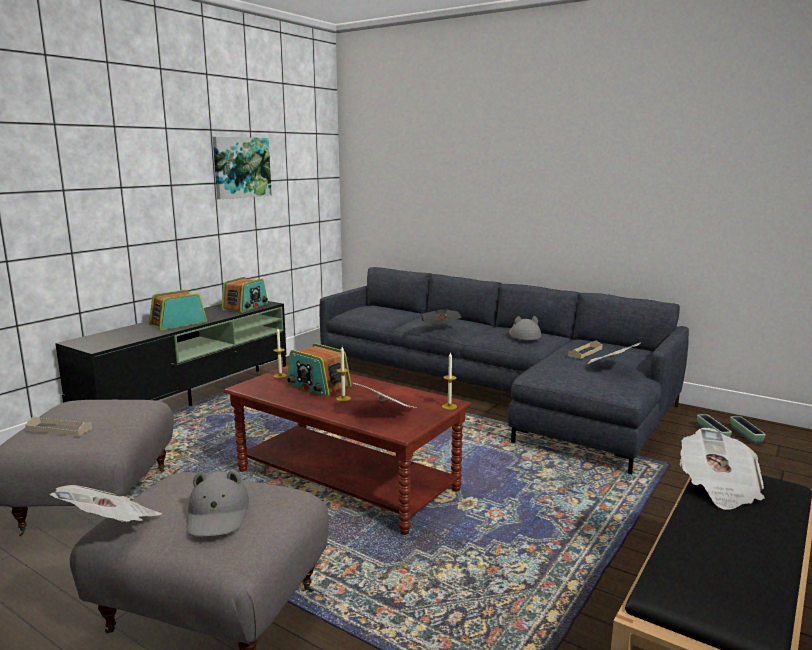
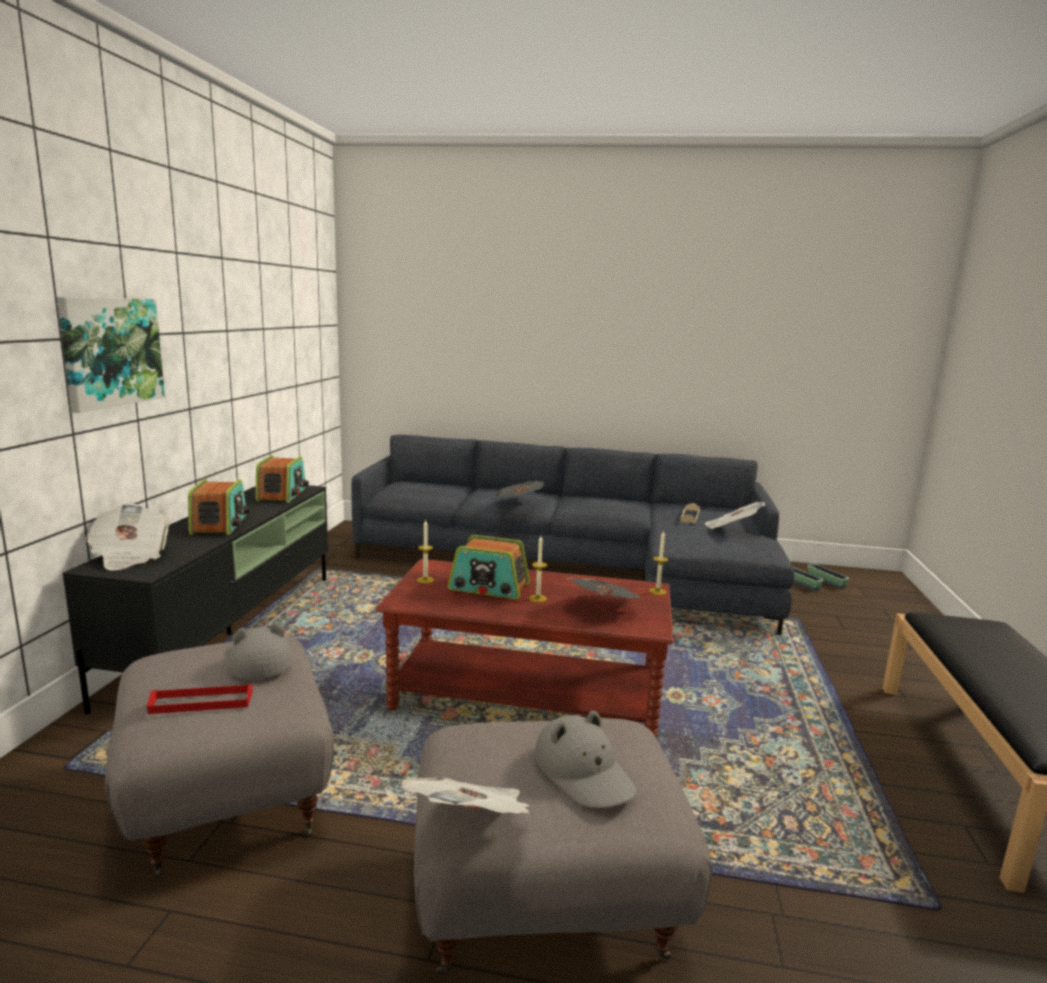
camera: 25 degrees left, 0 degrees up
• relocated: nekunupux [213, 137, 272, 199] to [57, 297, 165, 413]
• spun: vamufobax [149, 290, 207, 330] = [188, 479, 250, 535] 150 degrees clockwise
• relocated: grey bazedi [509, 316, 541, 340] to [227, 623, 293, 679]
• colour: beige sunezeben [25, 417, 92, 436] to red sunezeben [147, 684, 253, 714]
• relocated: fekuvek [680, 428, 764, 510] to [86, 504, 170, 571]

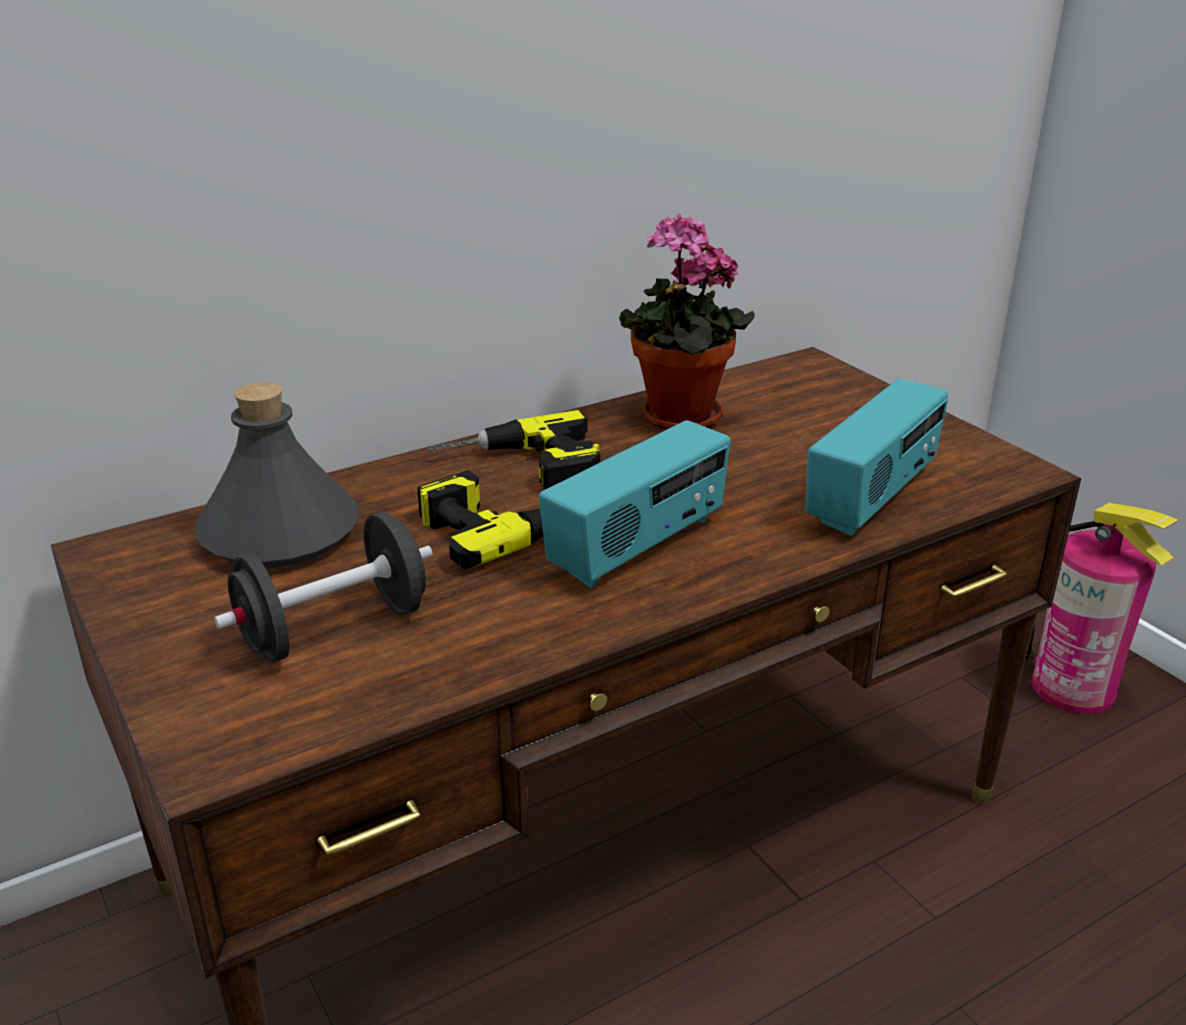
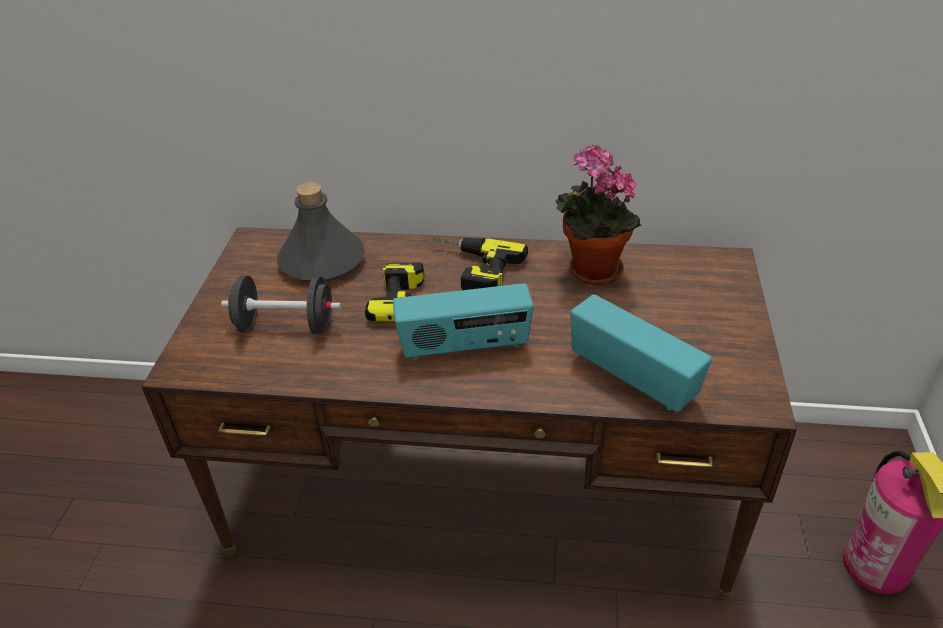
camera: 40 degrees right, 10 degrees up
• spun: vamufobax [805, 379, 948, 536] = [570, 294, 712, 412] 120 degrees counterclockwise

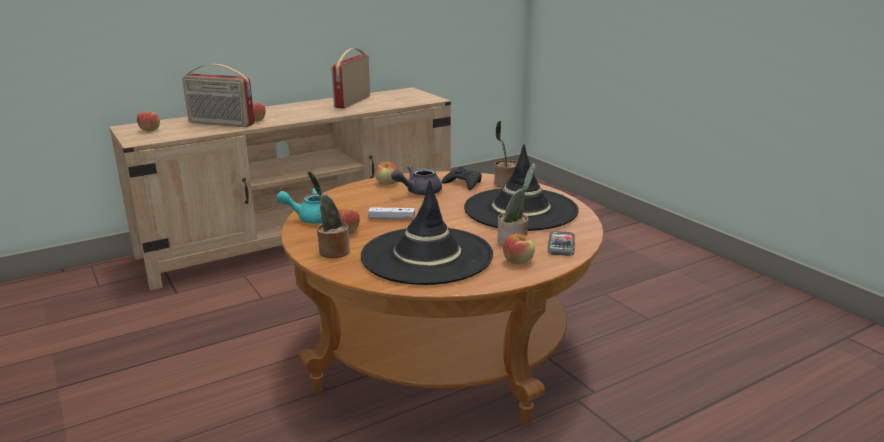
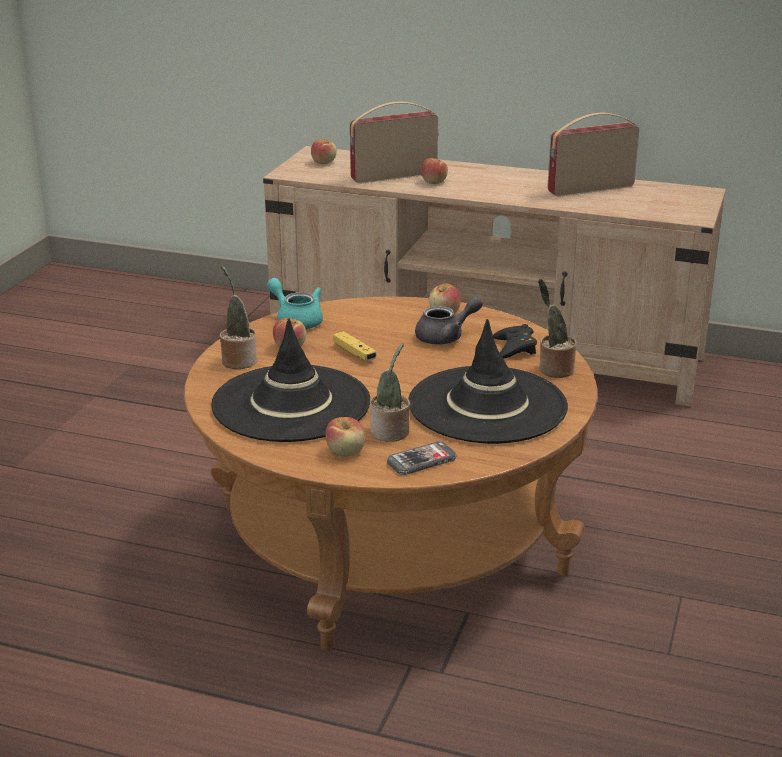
camera: 50 degrees right, 5 degrees up
• spun: vamufobax [182, 64, 255, 127] = [350, 102, 439, 184] 90 degrees clockwise
• spun: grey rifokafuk [391, 166, 442, 195] = [415, 296, 483, 345] 135 degrees clockwise
• colour: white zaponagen [368, 207, 415, 220] to yellow zaponagen [333, 331, 377, 361]

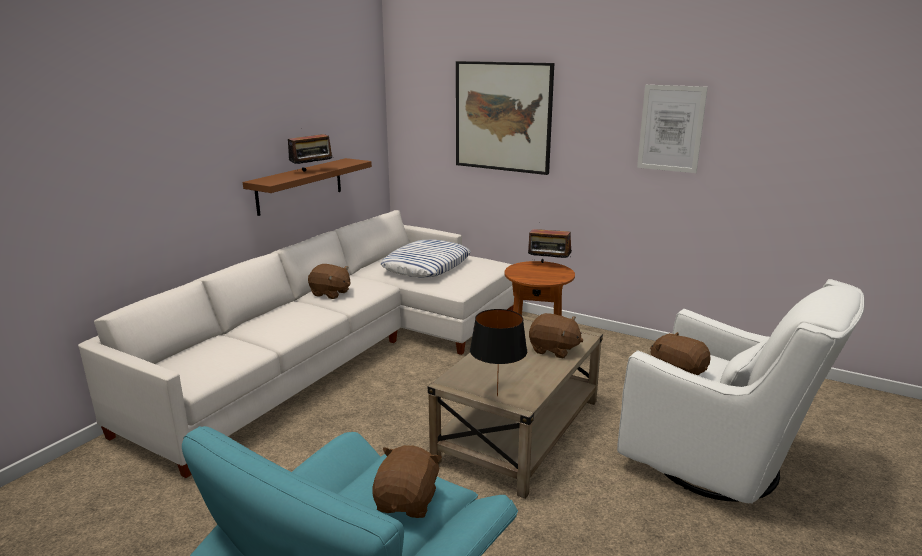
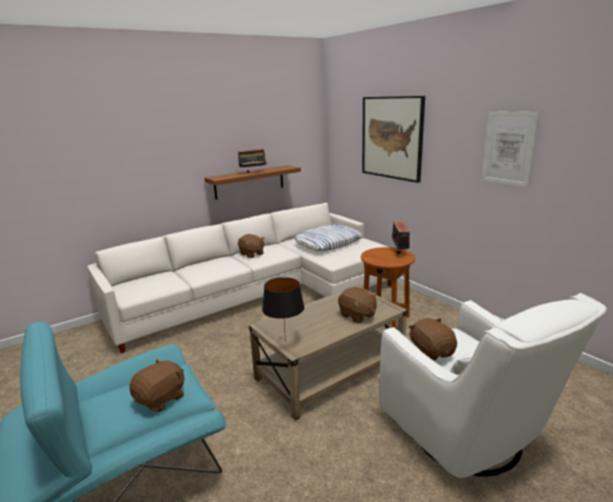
camera: 25 degrees right, 0 degrees up
• spun: vamufobax [528, 222, 572, 263] = [392, 221, 415, 254] 135 degrees counterclockwise

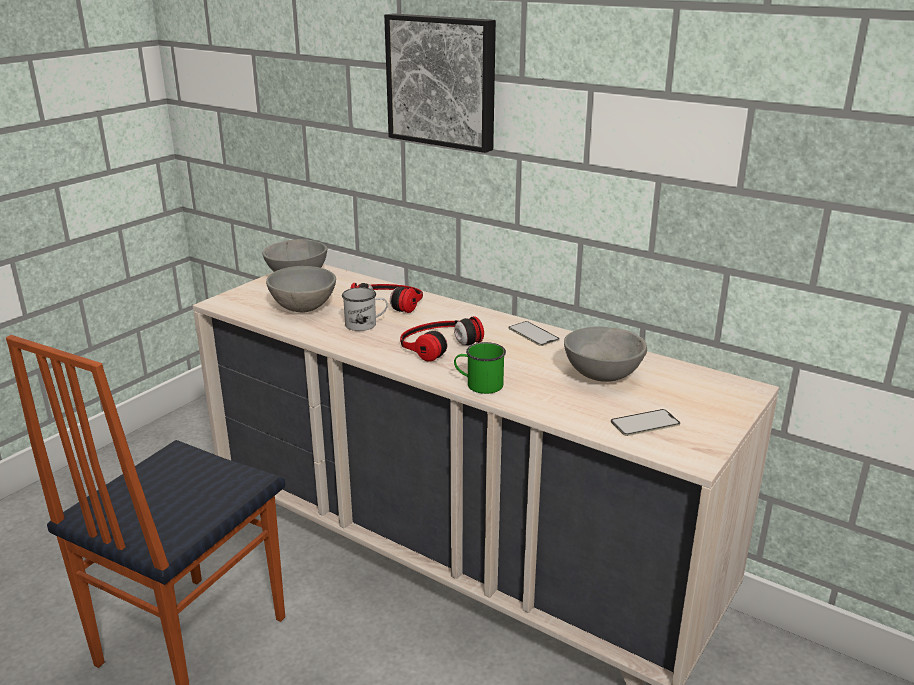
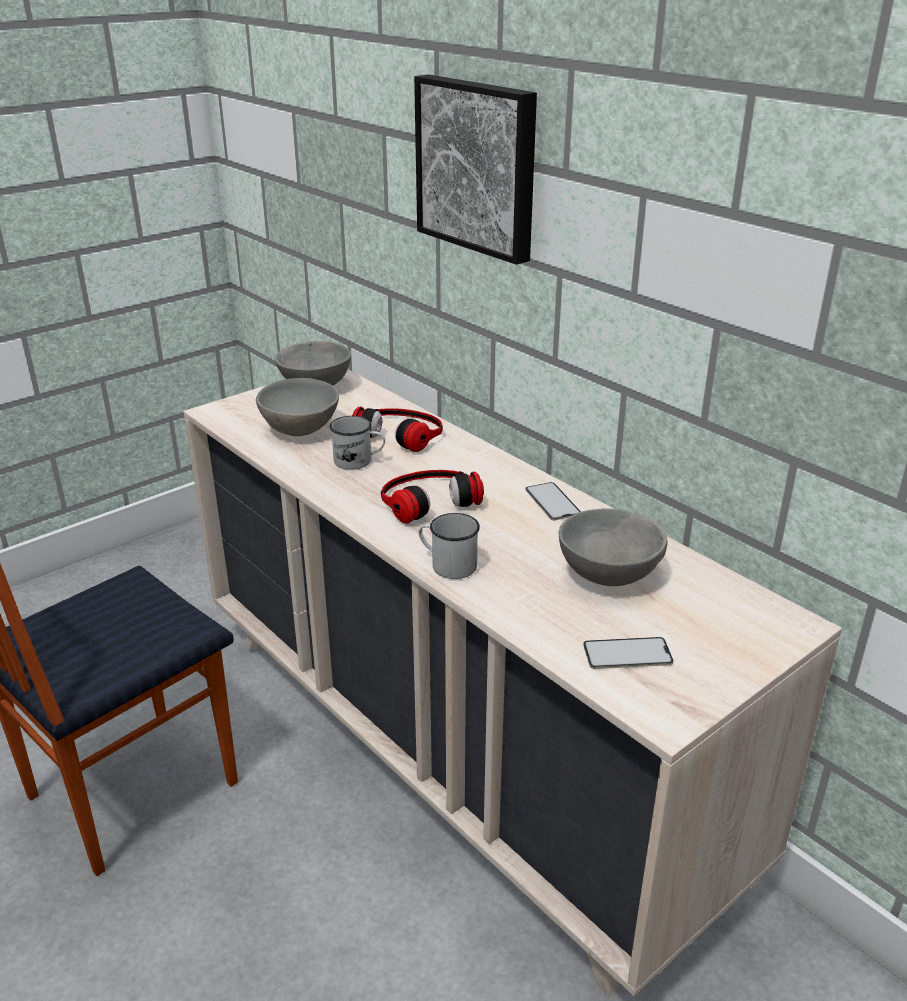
camera: 15 degrees right, 5 degrees up
• colour: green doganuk [454, 342, 506, 394] to white doganuk [419, 513, 480, 579]

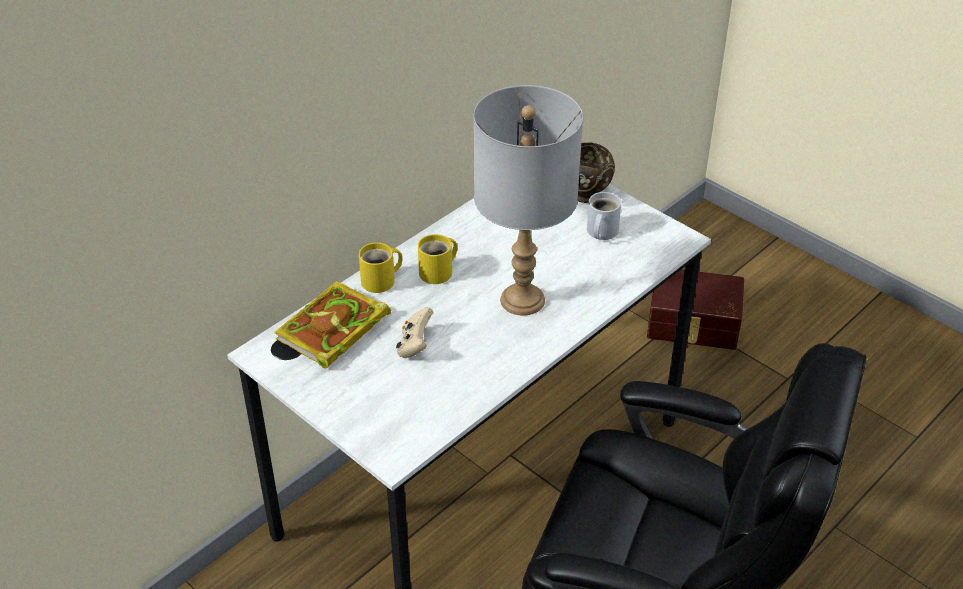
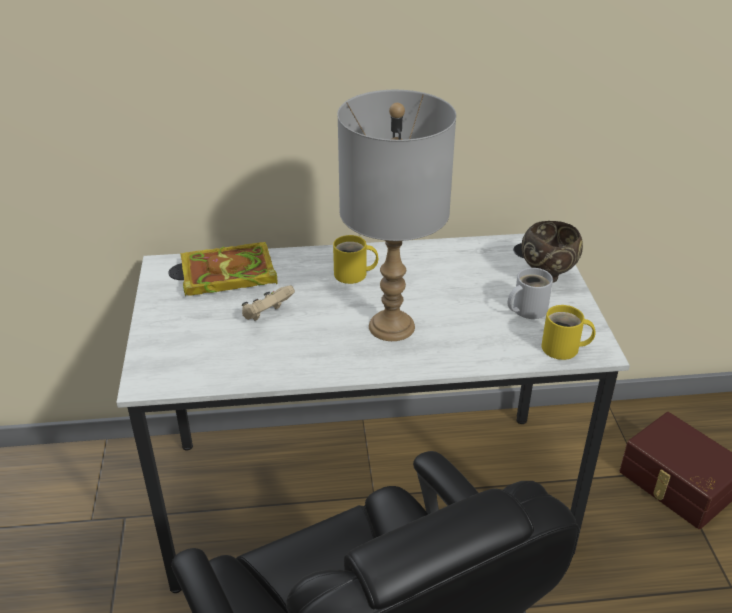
camera: 40 degrees right, 5 degrees down
• relocated: yellow doganuk [359, 243, 403, 293] to [541, 305, 596, 360]

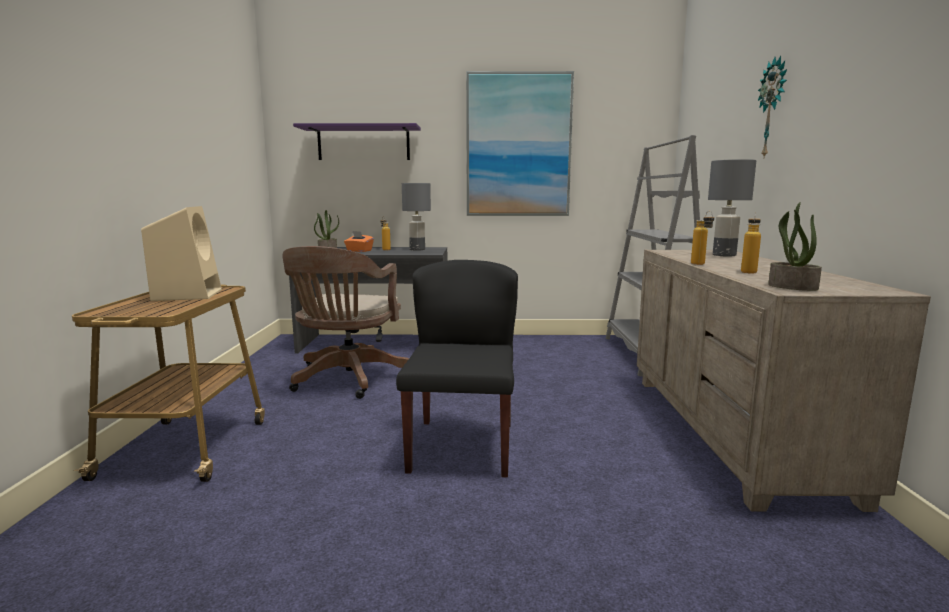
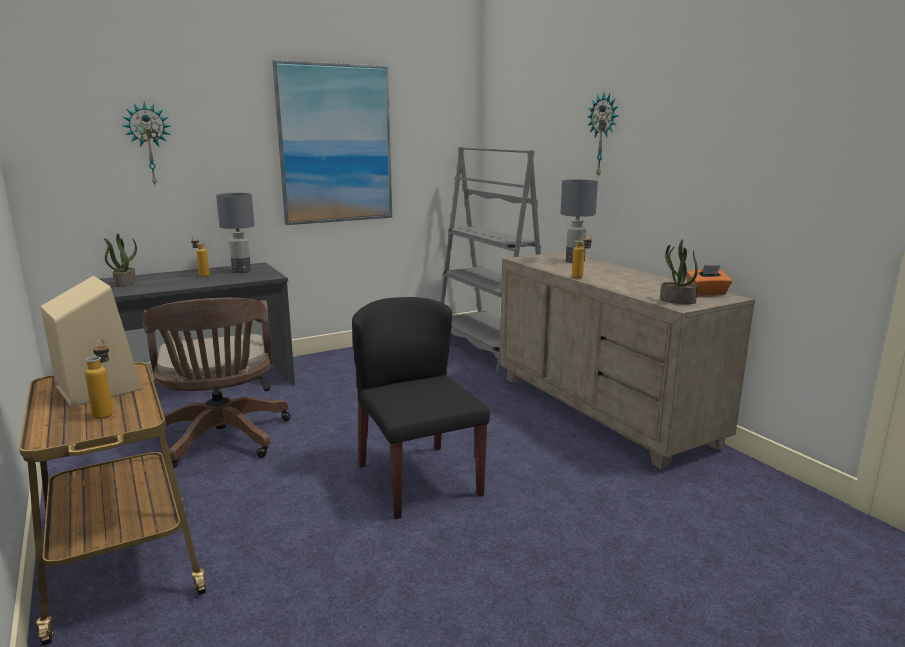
camera: 30 degrees left, 5 degrees up
• exchanged: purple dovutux [293, 123, 421, 160] to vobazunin [122, 102, 171, 185]
• relocated: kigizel [741, 212, 761, 273] to [85, 339, 113, 419]
• relocated: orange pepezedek [344, 231, 374, 252] to [686, 265, 732, 296]

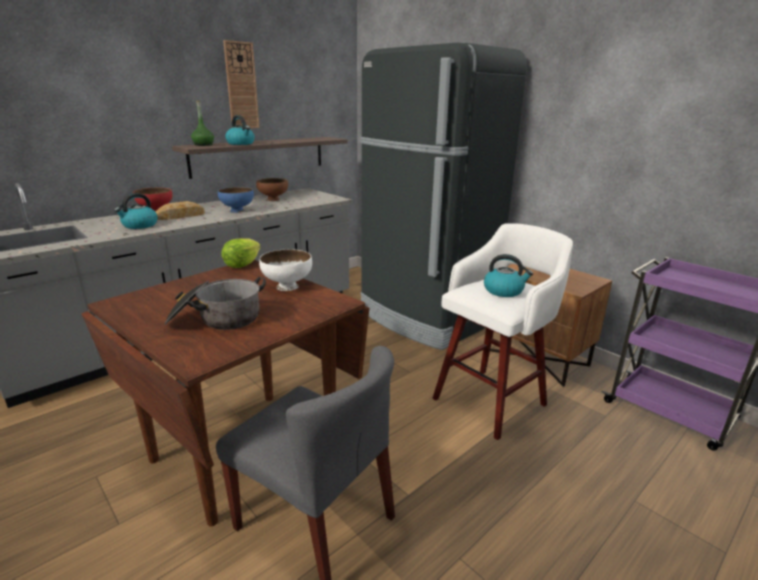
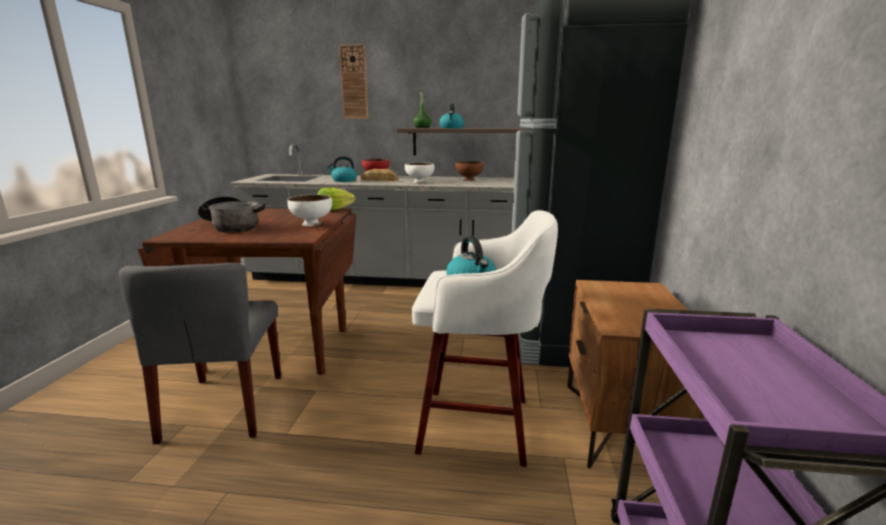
camera: 50 degrees right, 5 degrees down
• relocated: vobazunin [223, 40, 260, 128] to [339, 44, 368, 119]
• colour: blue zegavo [218, 187, 254, 213] to white zegavo [405, 163, 435, 183]

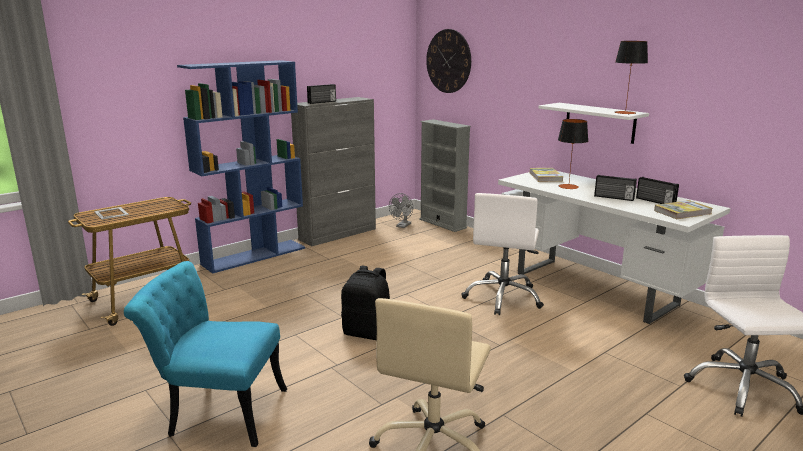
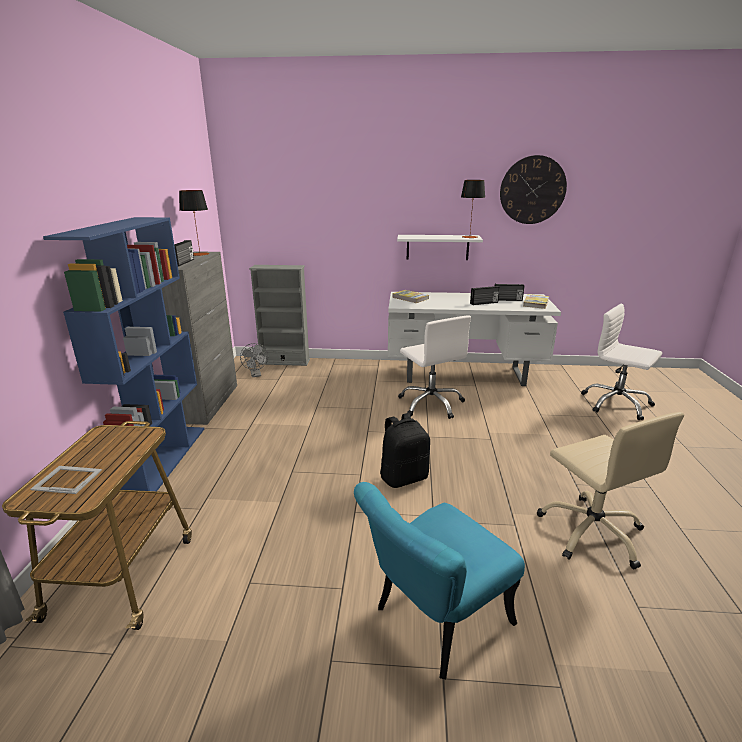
camera: 45 degrees left, 5 degrees up
• relocated: vobazunin [426, 29, 471, 93] to [500, 155, 567, 224]
• relocated: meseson [558, 119, 588, 189] to [179, 190, 209, 256]

